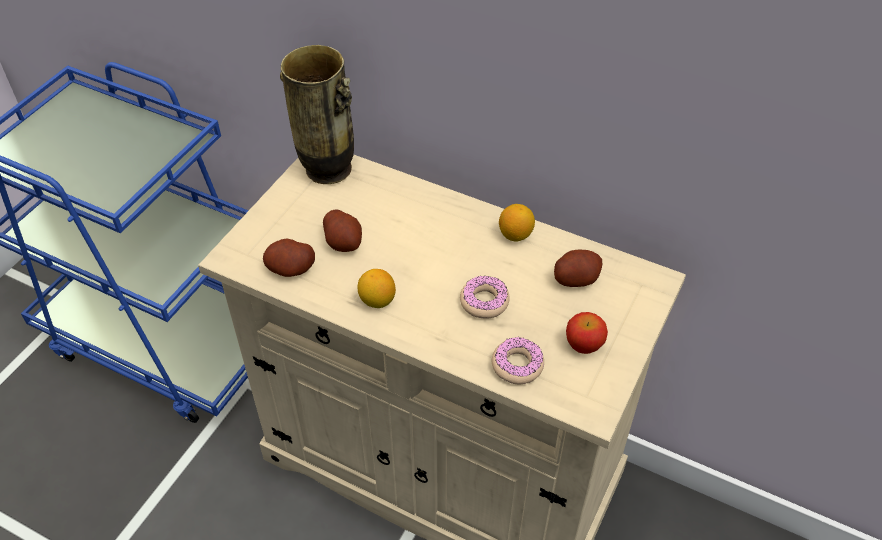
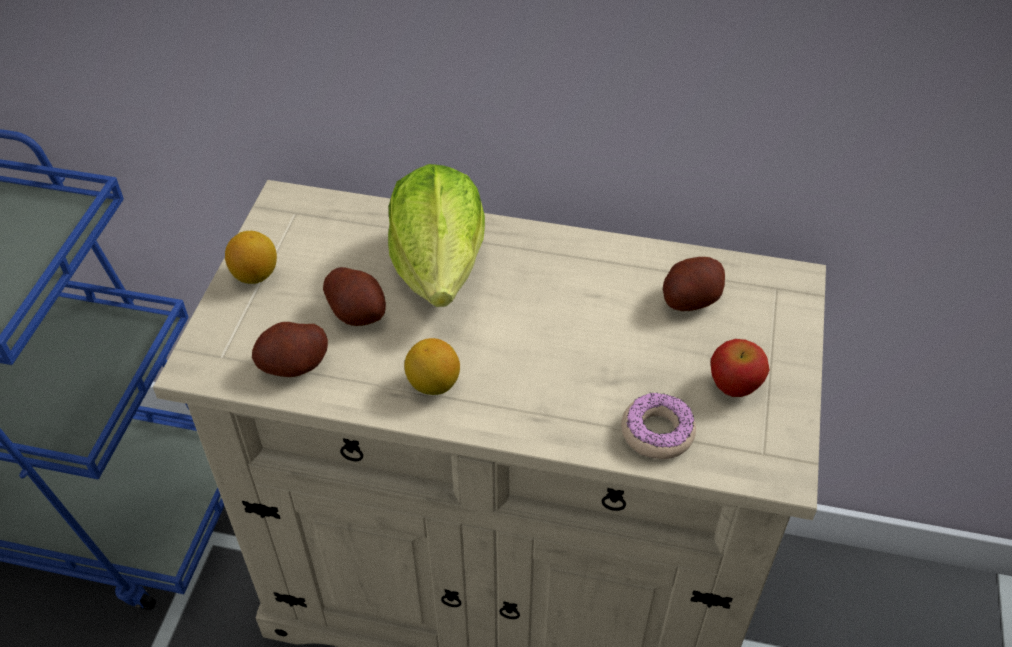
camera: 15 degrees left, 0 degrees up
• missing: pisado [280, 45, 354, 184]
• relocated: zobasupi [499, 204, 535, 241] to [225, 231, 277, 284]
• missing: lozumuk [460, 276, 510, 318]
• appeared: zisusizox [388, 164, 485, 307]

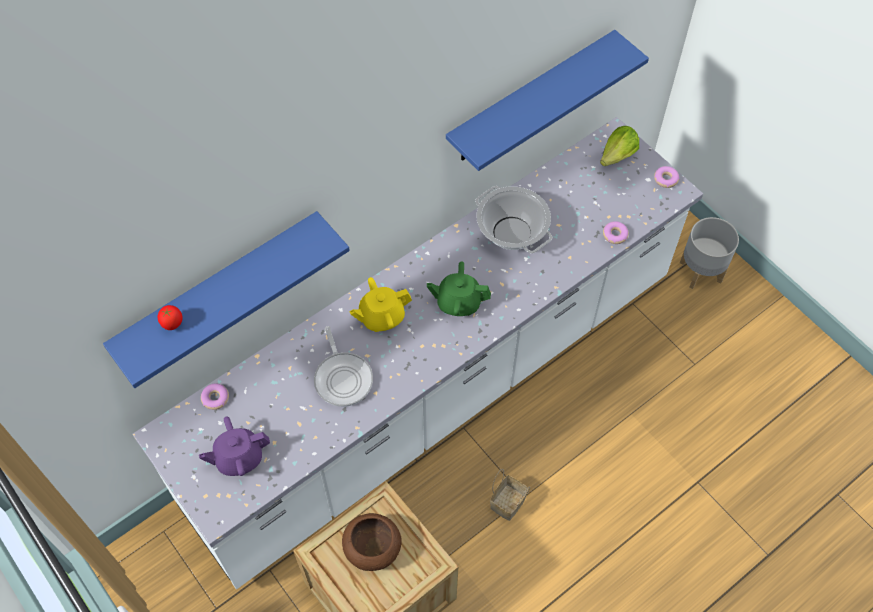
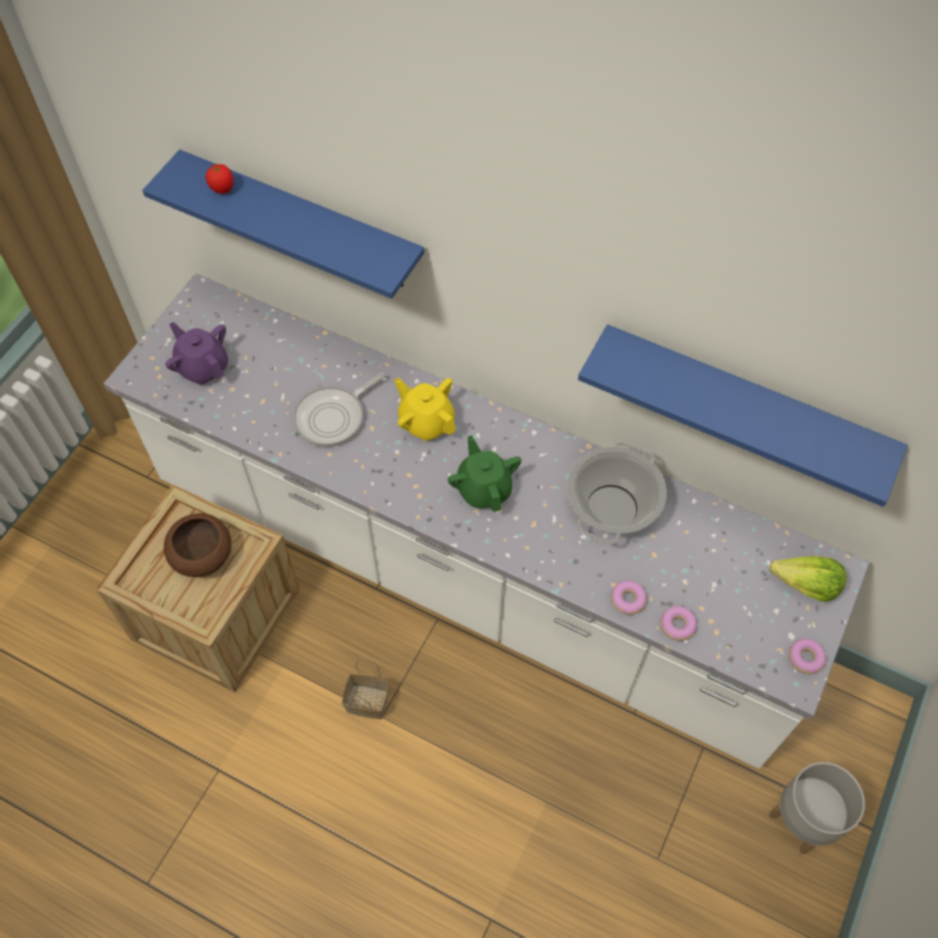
camera: 65 degrees right, 0 degrees up
• relocated: lozumuk [201, 384, 229, 410] to [611, 581, 647, 615]

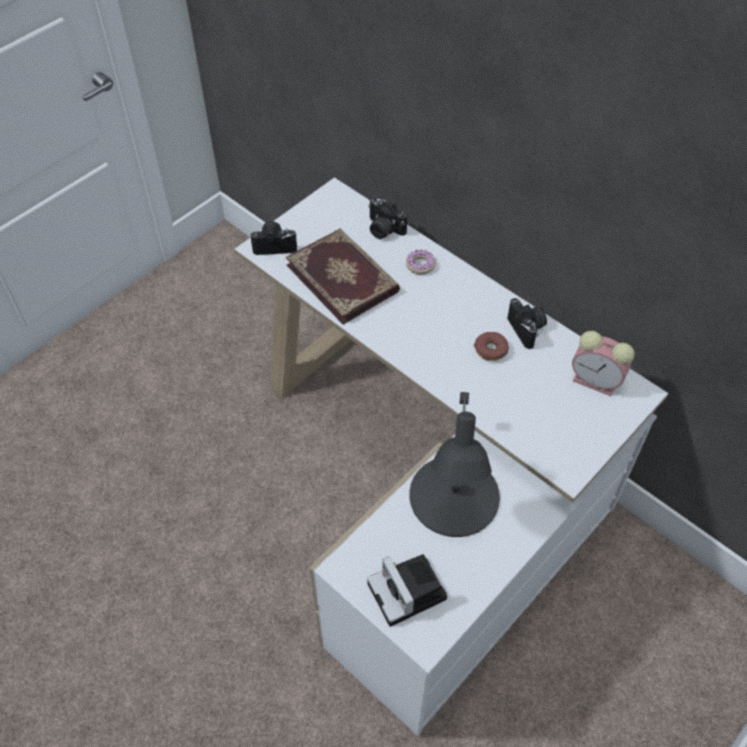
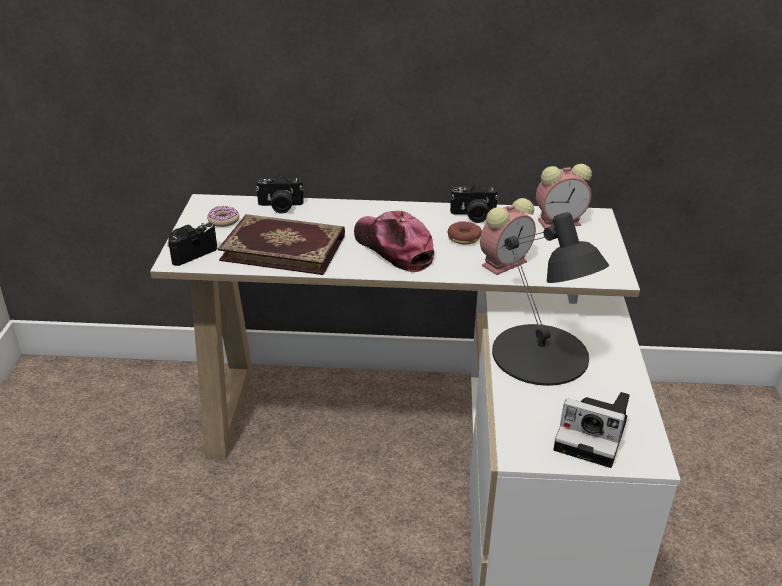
camera: 40 degrees left, 20 degrees down
• relocated: lozumuk [406, 249, 436, 275] to [207, 206, 239, 227]
• spun: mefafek [507, 298, 547, 349] = [450, 183, 498, 223] 150 degrees clockwise
• appeared: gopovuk [480, 198, 536, 275]
• appeared: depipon [354, 211, 434, 272]

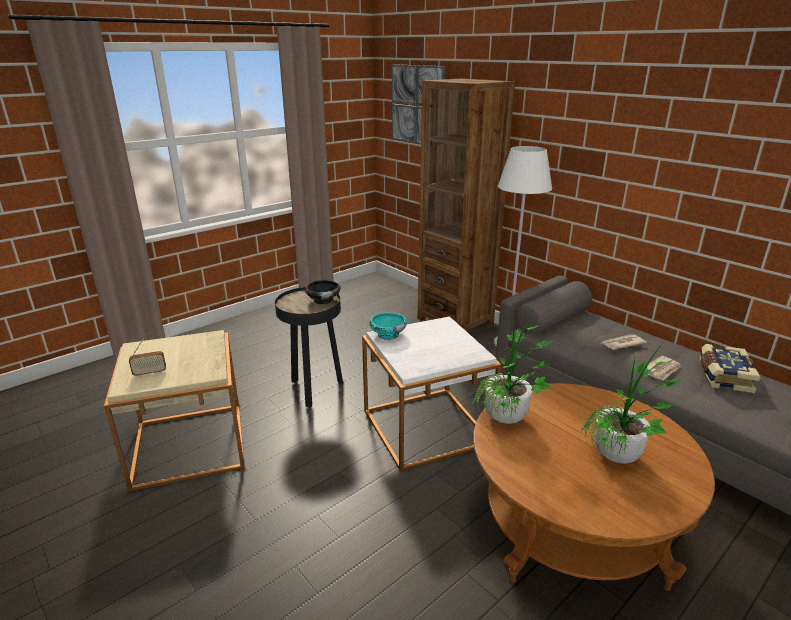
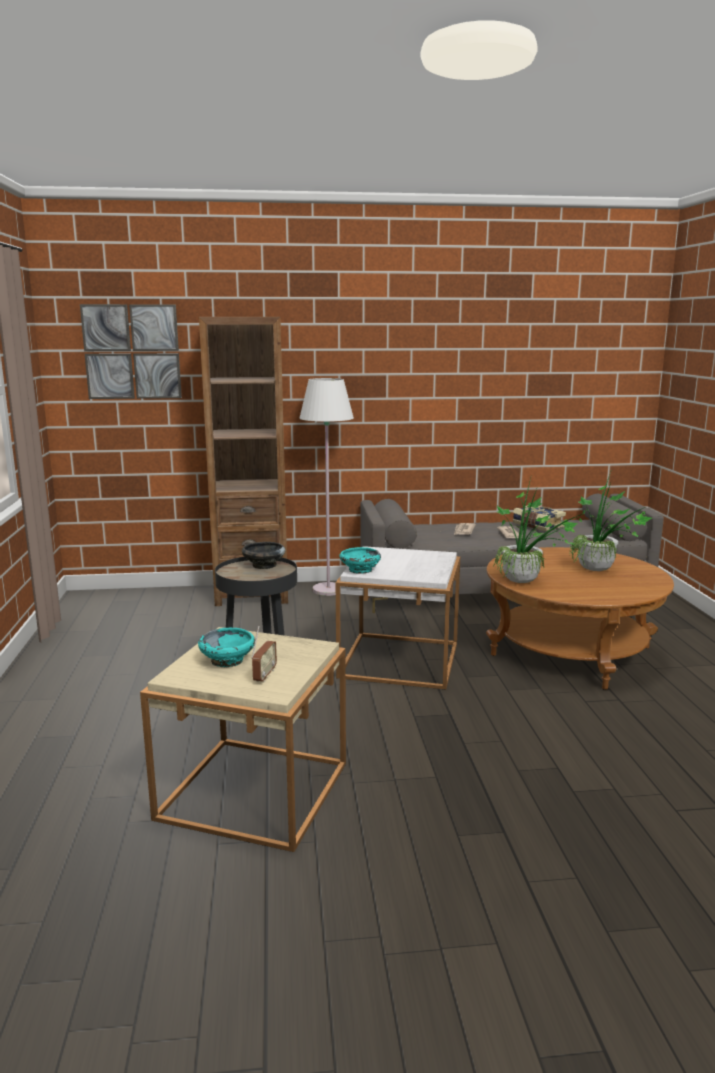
camera: 55 degrees left, 10 degrees down
• appeared: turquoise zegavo [198, 628, 255, 667]

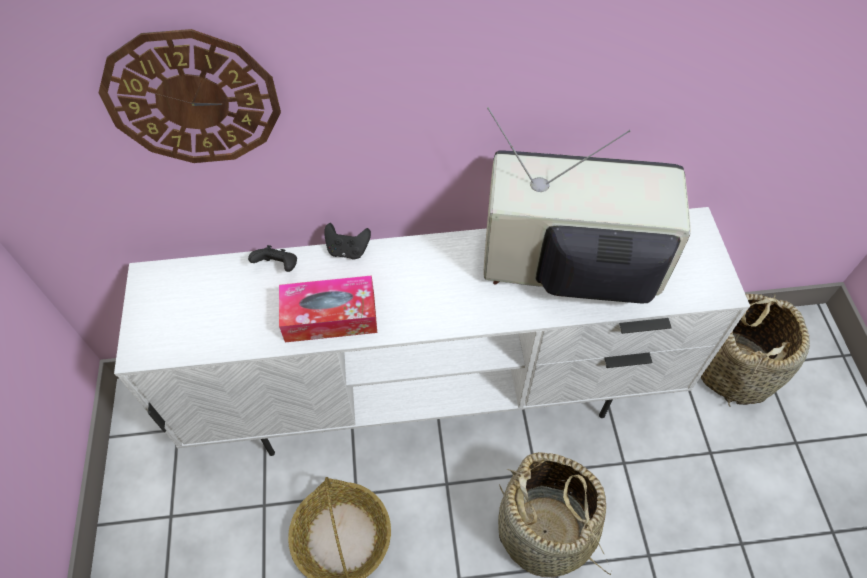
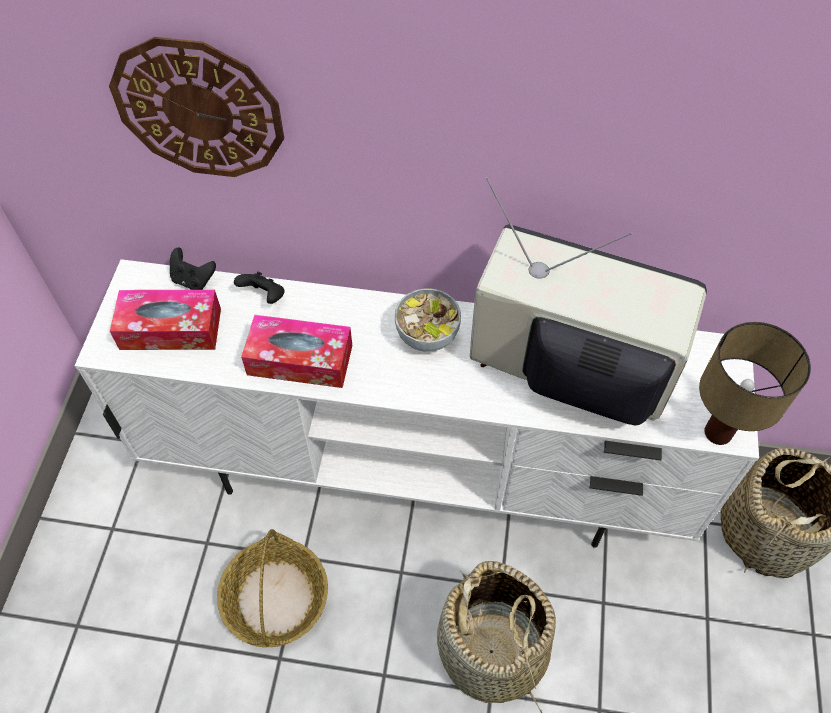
camera: 15 degrees right, 0 degrees up
• relocated: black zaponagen [324, 223, 371, 259] to [170, 247, 216, 290]
• appeared: zegavo [395, 289, 461, 352]
• appeared: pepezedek [110, 290, 221, 350]
• appeared: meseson [699, 322, 811, 445]

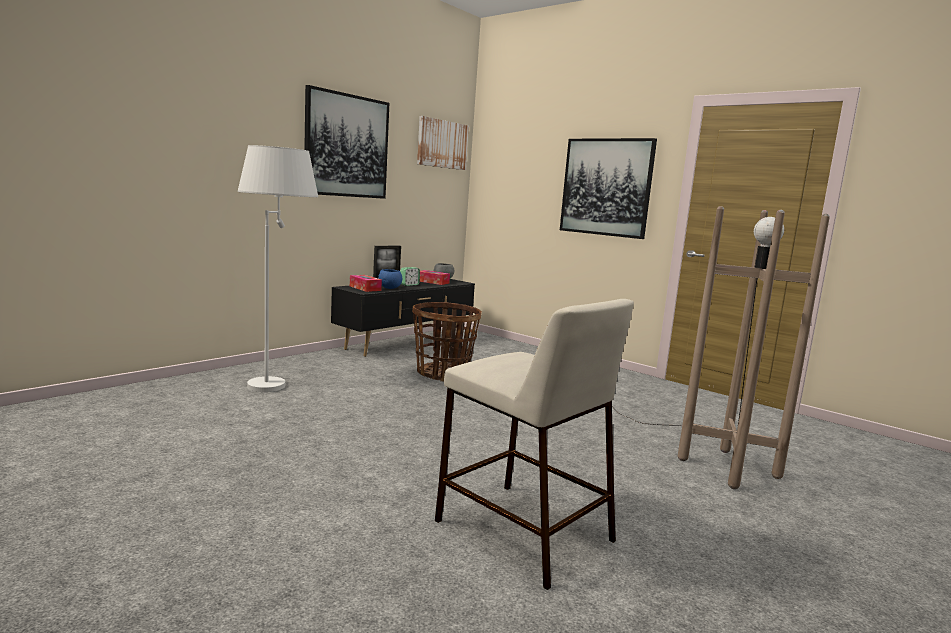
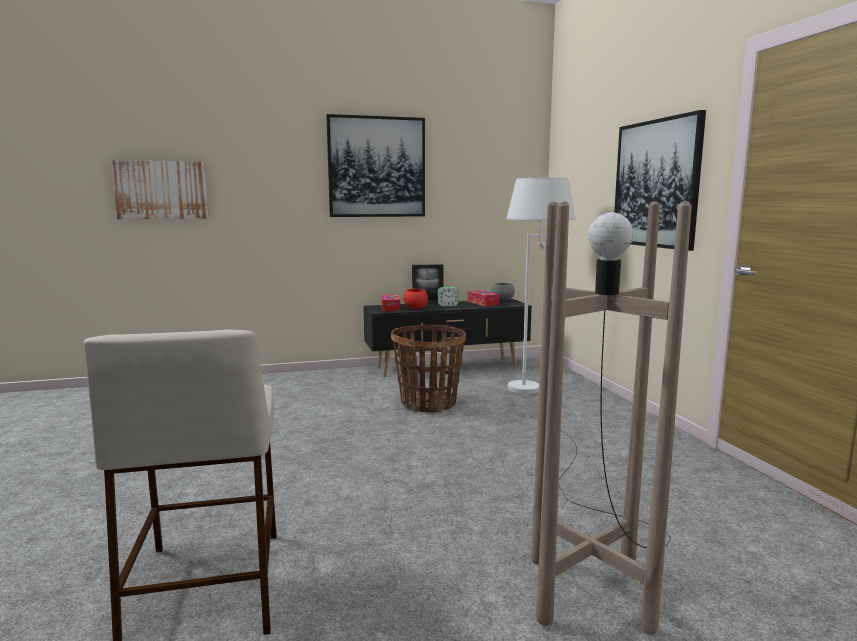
camera: 35 degrees right, 0 degrees up
• relocated: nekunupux [417, 116, 469, 170] to [111, 160, 209, 219]
• relocated: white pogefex [238, 145, 318, 392] to [507, 178, 576, 394]
• colour: blue zegavo [378, 269, 402, 289] to red zegavo [403, 289, 428, 309]

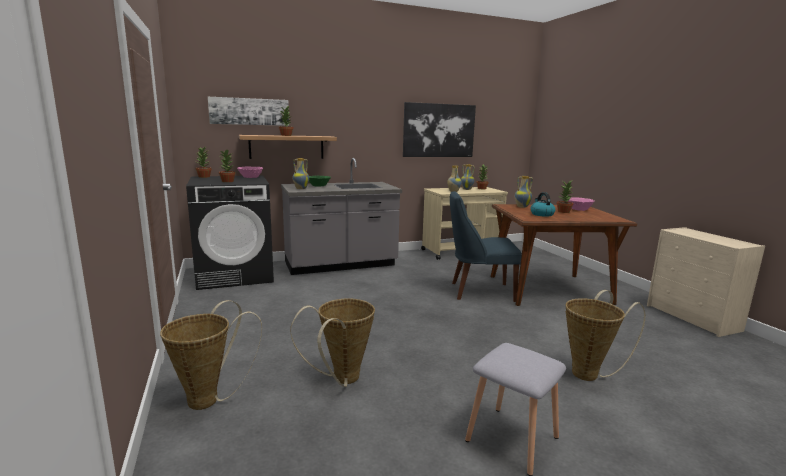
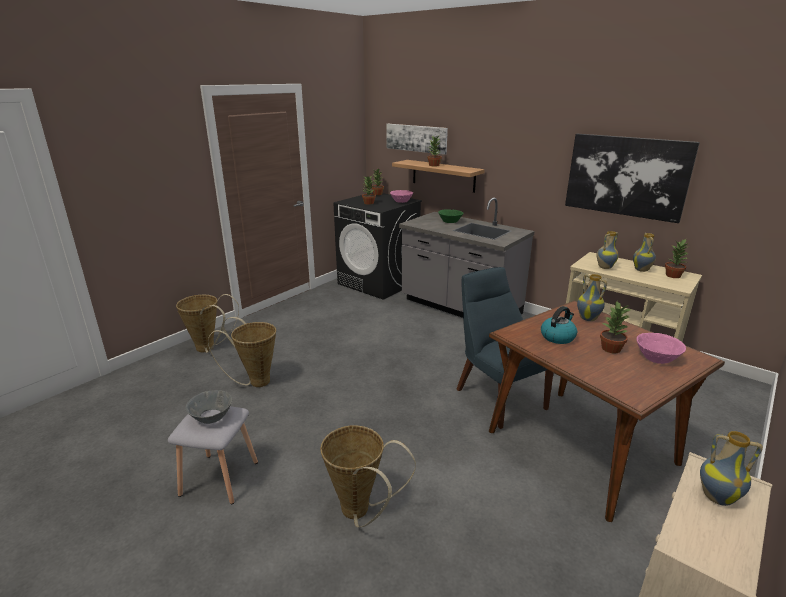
camera: 60 degrees right, 10 degrees up
• relocated: pisado [292, 158, 309, 189] to [700, 431, 763, 506]
• appeared: grey zegavo [185, 390, 232, 424]

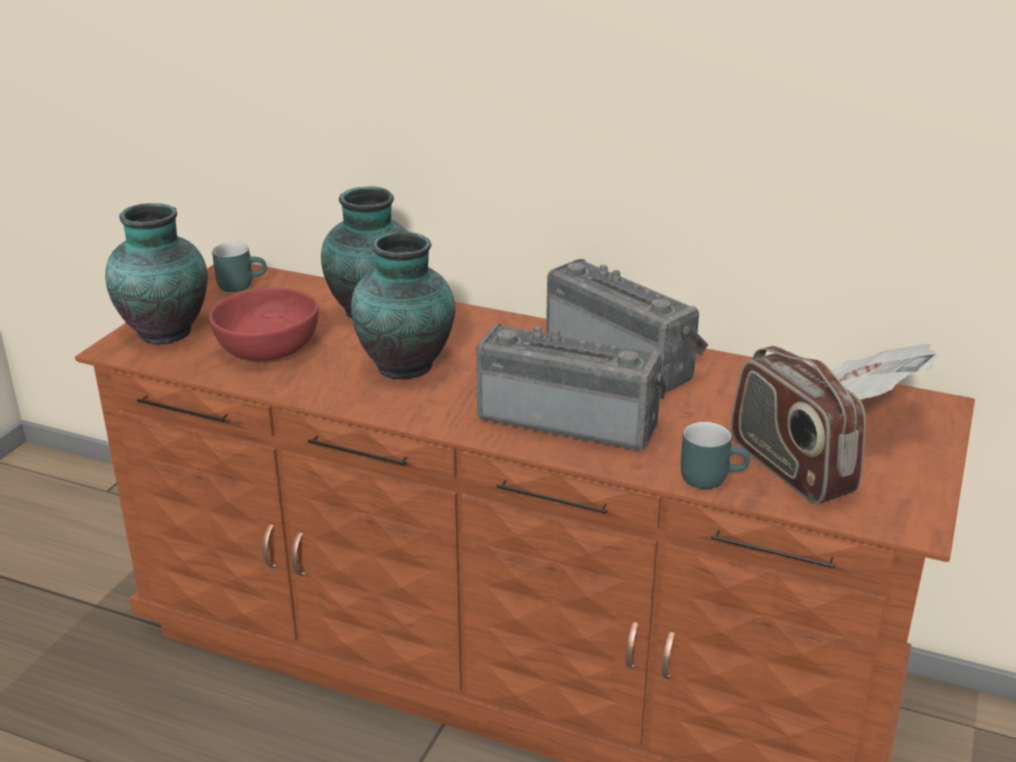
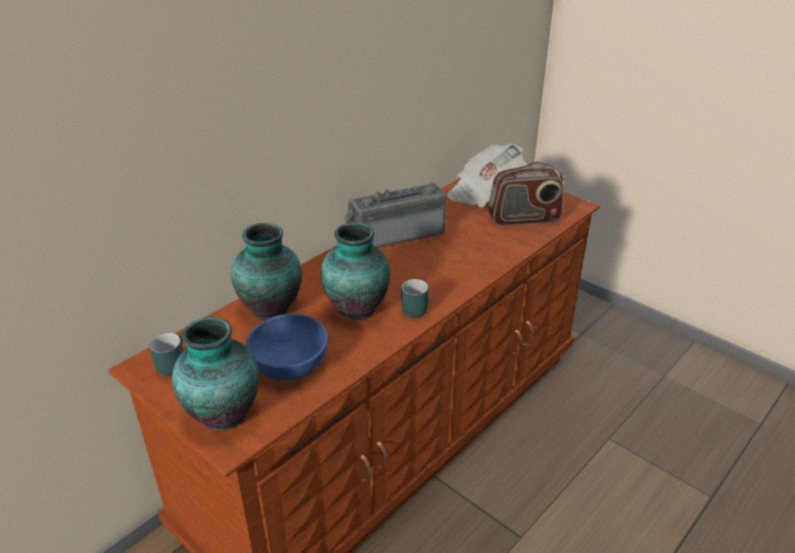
camera: 70 degrees left, 5 degrees up
• colour: red zegavo [209, 287, 319, 361] to blue zegavo [246, 314, 328, 381]
• missing: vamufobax [476, 324, 667, 450]
• relocated: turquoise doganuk [681, 422, 750, 489] to [401, 279, 429, 318]

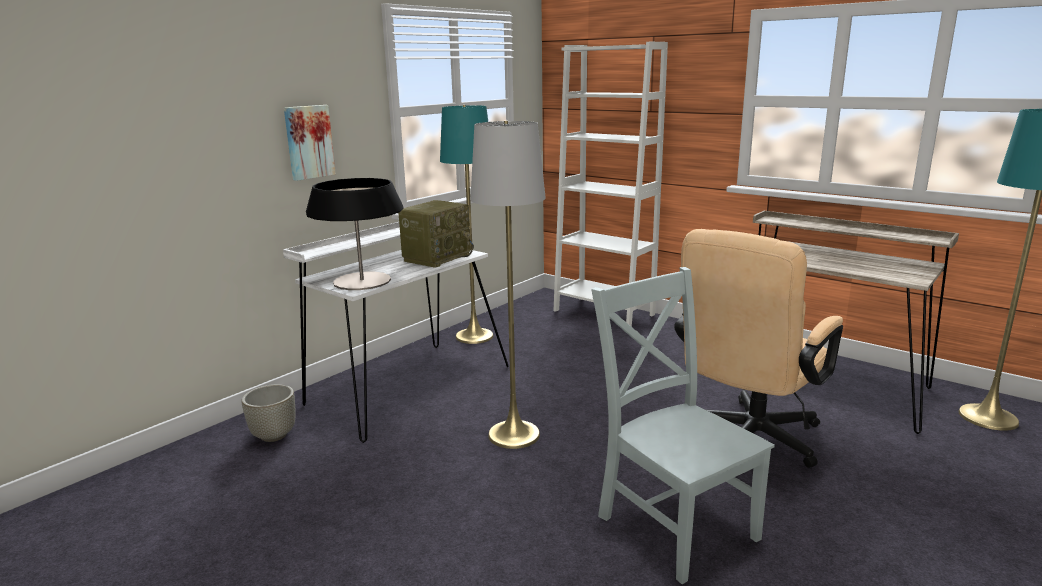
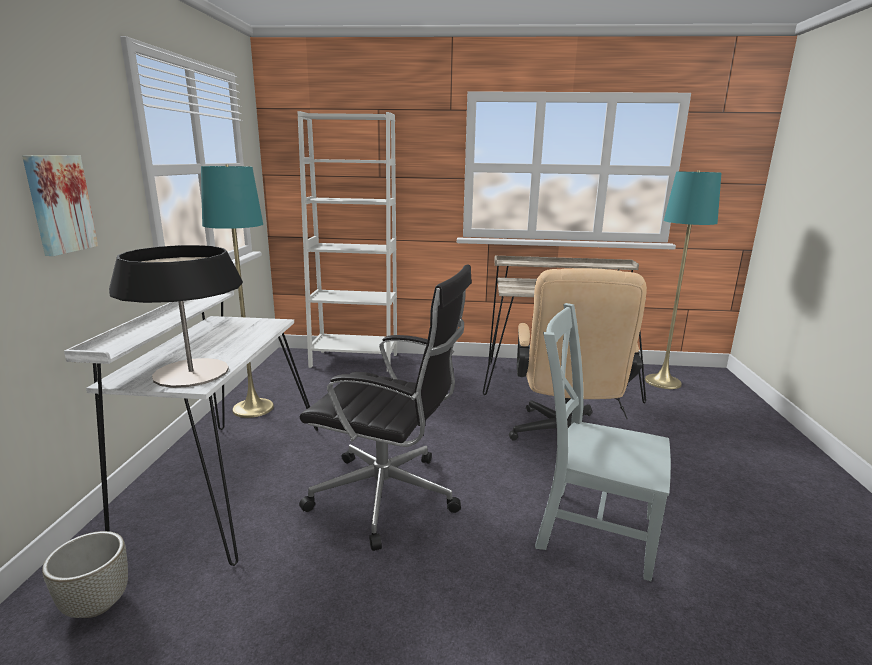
camera: 35 degrees left, 0 degrees up
• exchanged: grey pogefex [470, 121, 546, 449] to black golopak [299, 264, 472, 551]
• missing: vamufobax [398, 200, 474, 268]

